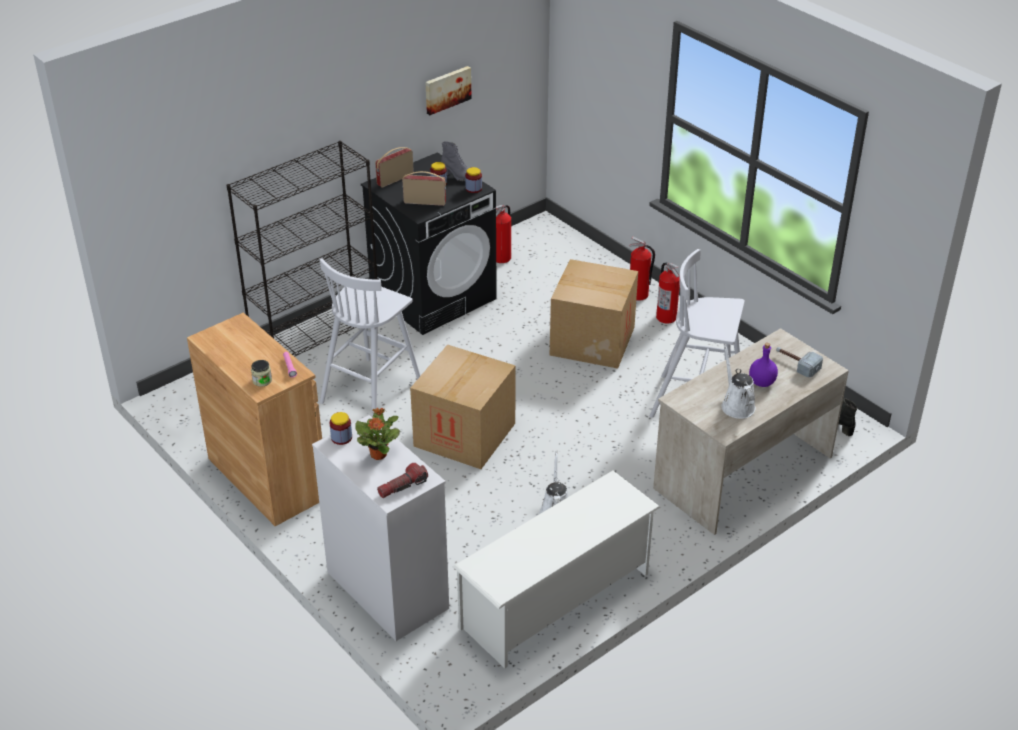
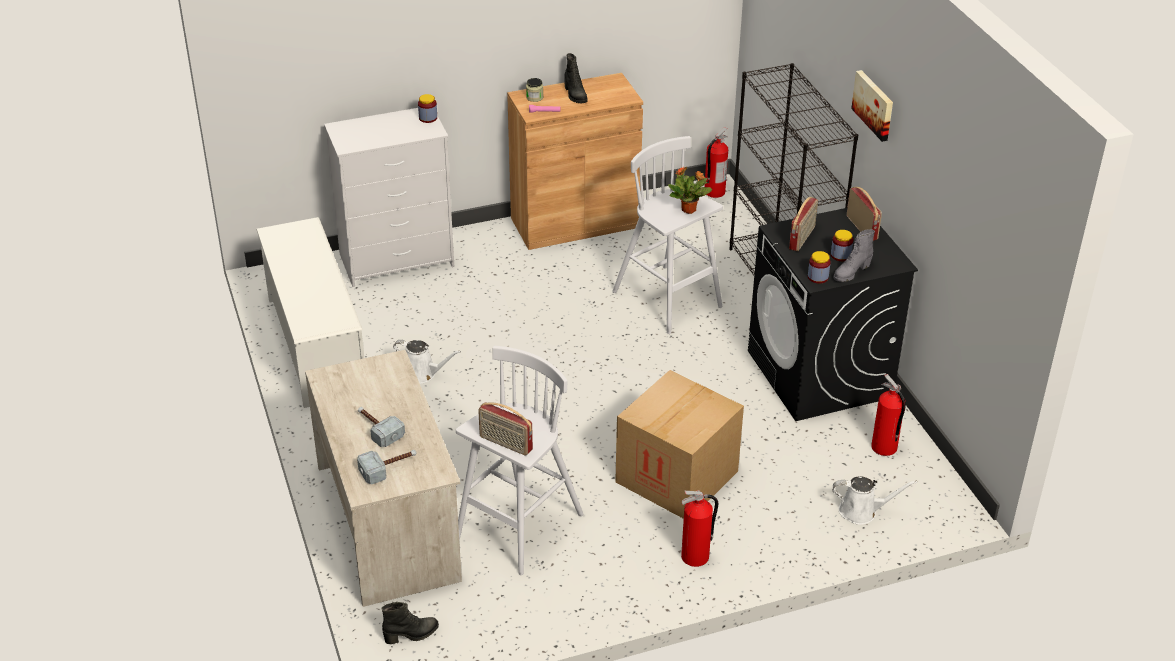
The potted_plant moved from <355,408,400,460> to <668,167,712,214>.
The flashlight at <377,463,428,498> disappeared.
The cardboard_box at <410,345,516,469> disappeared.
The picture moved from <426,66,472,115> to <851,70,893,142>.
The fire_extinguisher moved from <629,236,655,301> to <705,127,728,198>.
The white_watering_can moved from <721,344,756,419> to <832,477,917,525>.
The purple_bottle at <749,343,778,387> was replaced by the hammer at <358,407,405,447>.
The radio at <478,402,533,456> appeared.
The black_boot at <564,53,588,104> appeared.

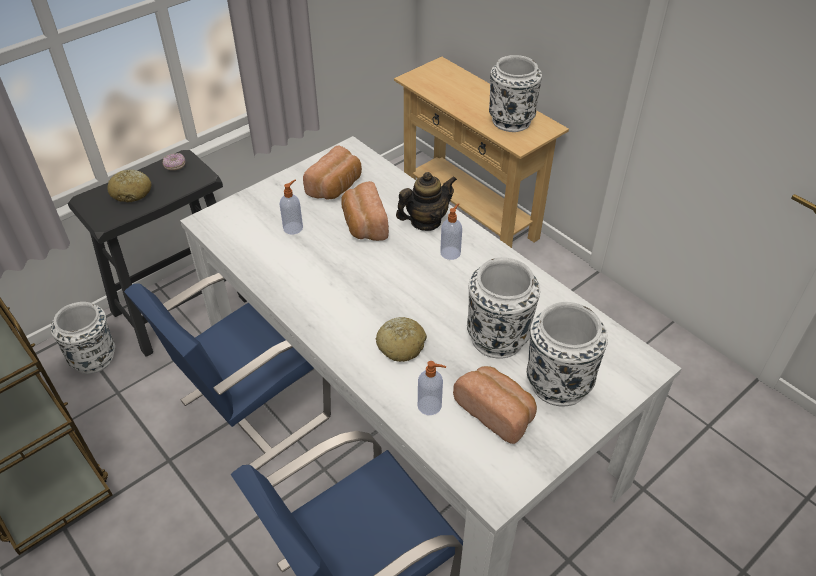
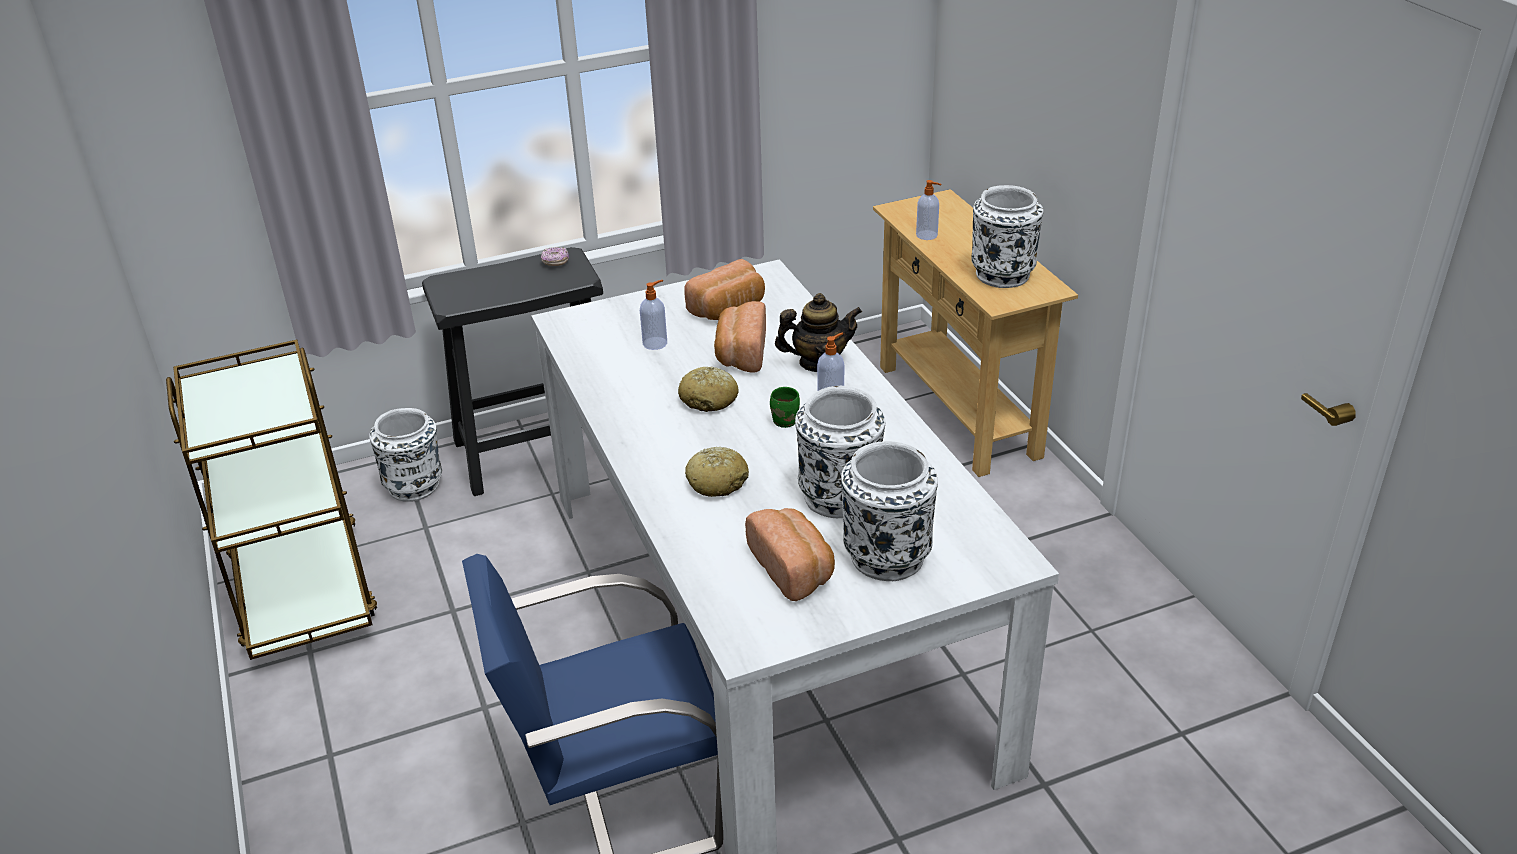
The bread moved from <107,170,152,202> to <678,367,739,412>.
The blue_chair at <124,273,331,470> disappeared.
The soap_dispenser moved from <418,361,446,415> to <916,180,941,240>.
The green_mug at <770,387,800,428> appeared.

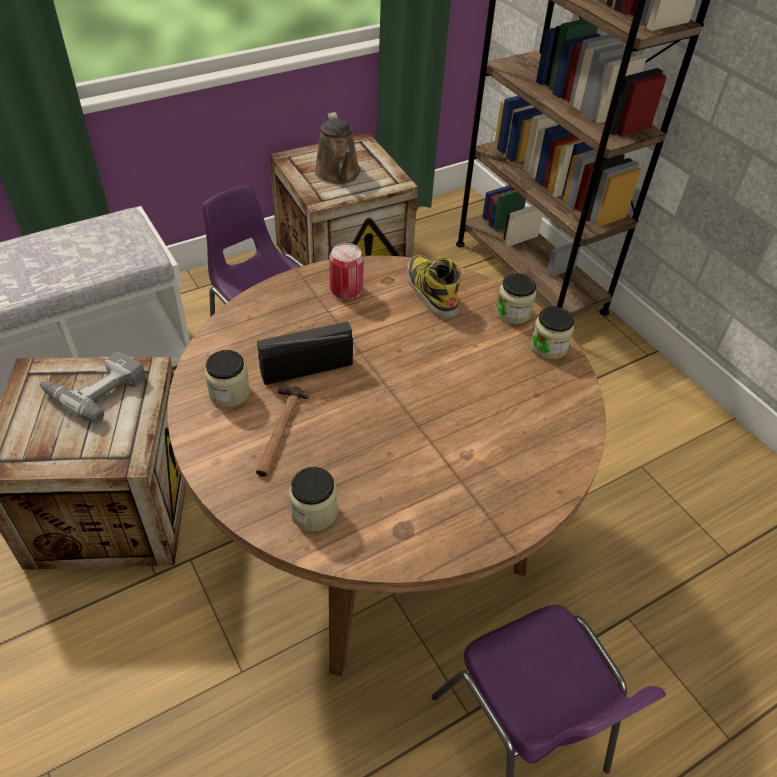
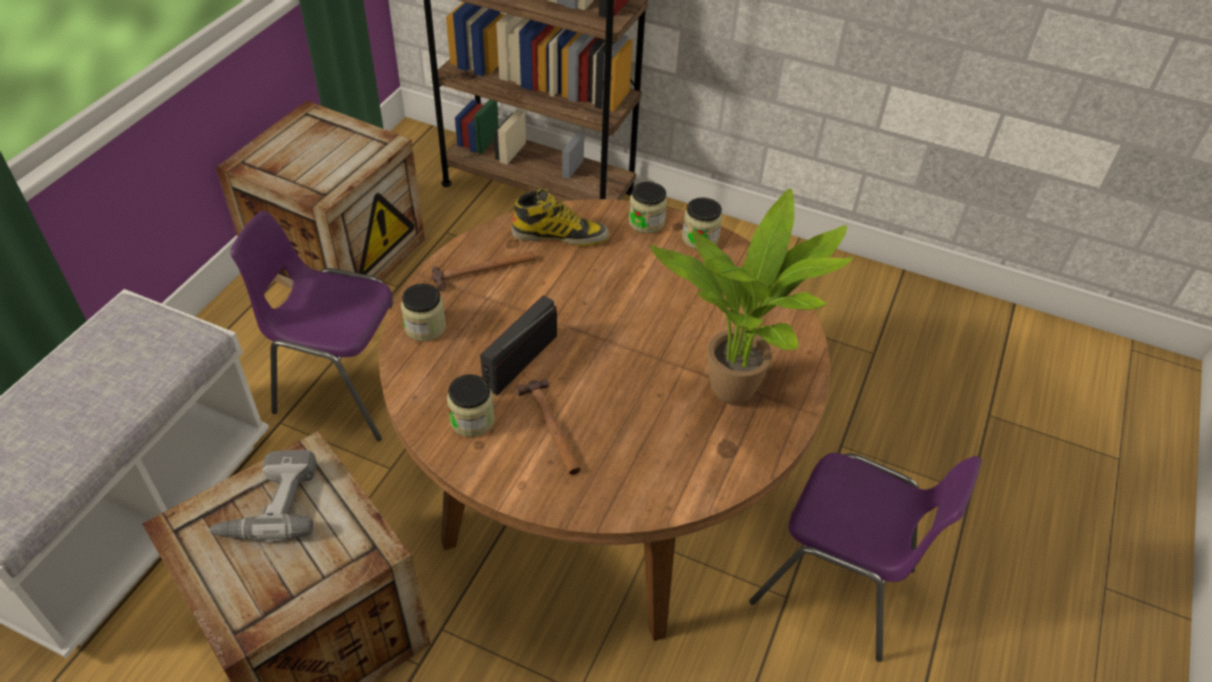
The jar moved from <289,467,337,532> to <401,283,446,341>.
The brown_watering_can at <314,112,361,184> disappeared.
The can at <329,243,364,301> was replaced by the hammer at <432,251,535,291>.
The boot at <407,255,462,318> turned 150 degrees clockwise.
The potted_plant at <650,189,853,405> appeared.

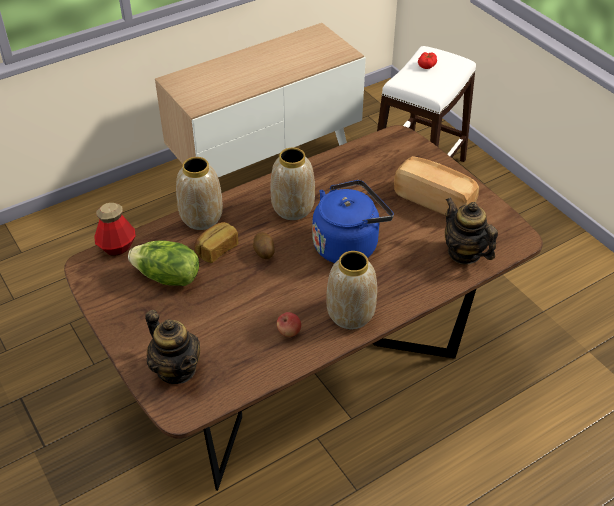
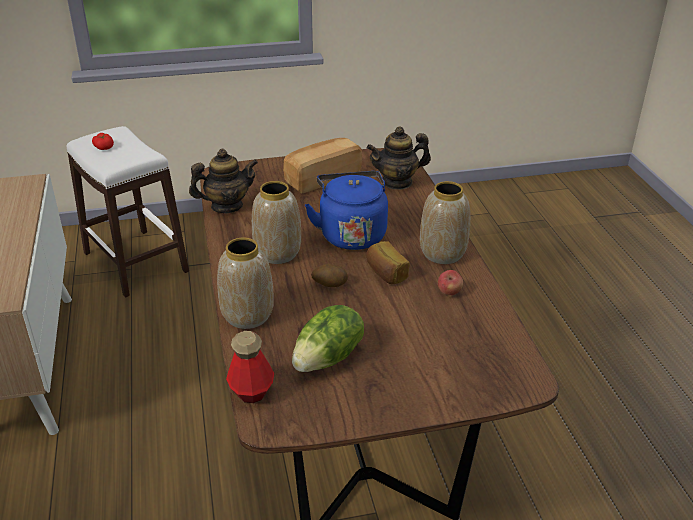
The teapot moved from <145,310,200,384> to <189,149,258,213>.
The bread moved from <194,222,238,263> to <366,241,409,284>.

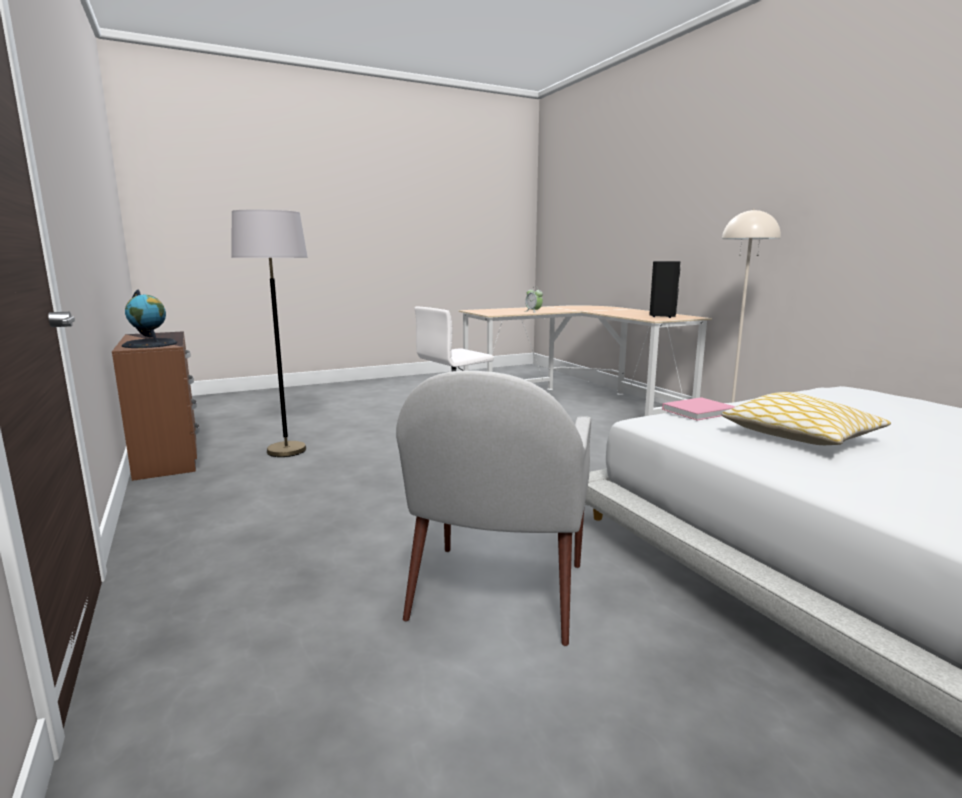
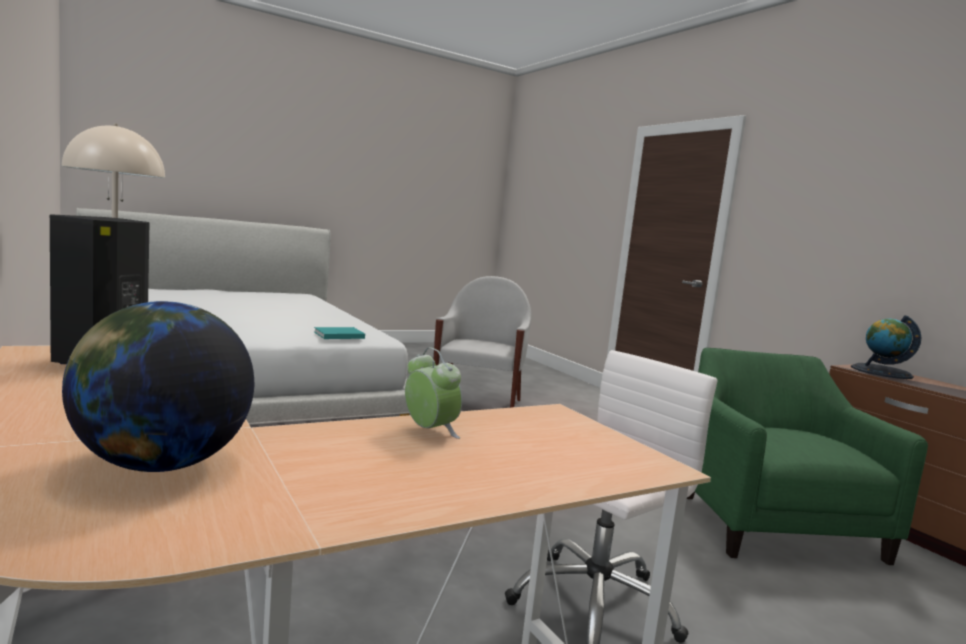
The grey_floor_lamp at <231,209,308,457> was replaced by the green_armchair at <687,348,928,565>.
The pink_book at <662,397,736,420> became the turquoise_book at <314,327,365,339>.
The pillow at <721,392,891,445> disappeared.
The globe at <62,301,254,472> appeared.

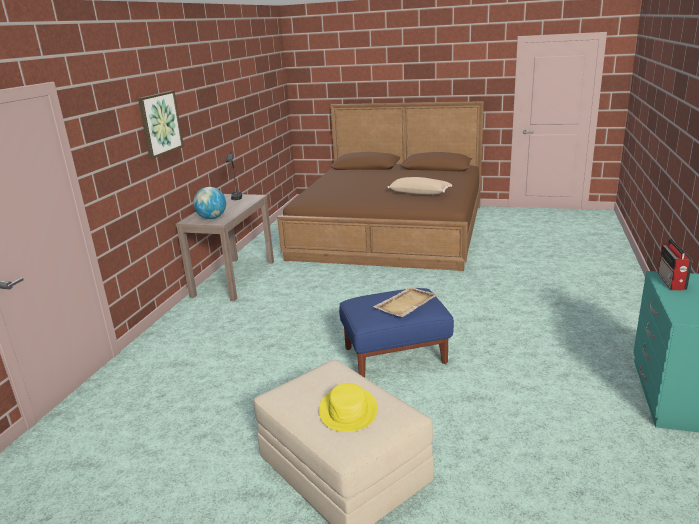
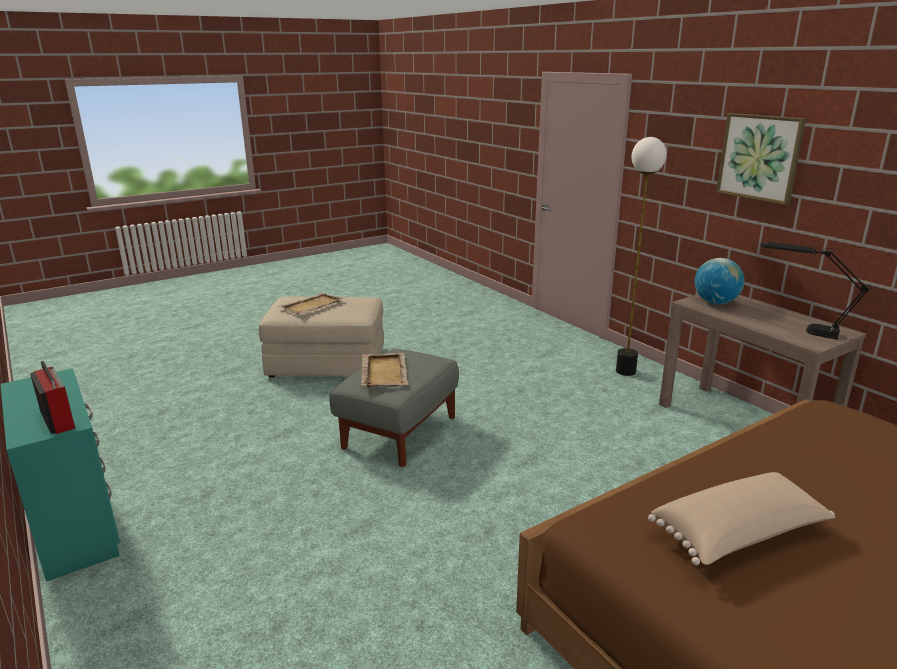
The yellow_hat at <319,383,378,432> was replaced by the beige_tray at <277,293,345,314>.
The blue_ottoman at <339,288,454,378> became the grey_ottoman at <329,349,459,467>.
The floor_lamp at <616,137,667,376> appeared.

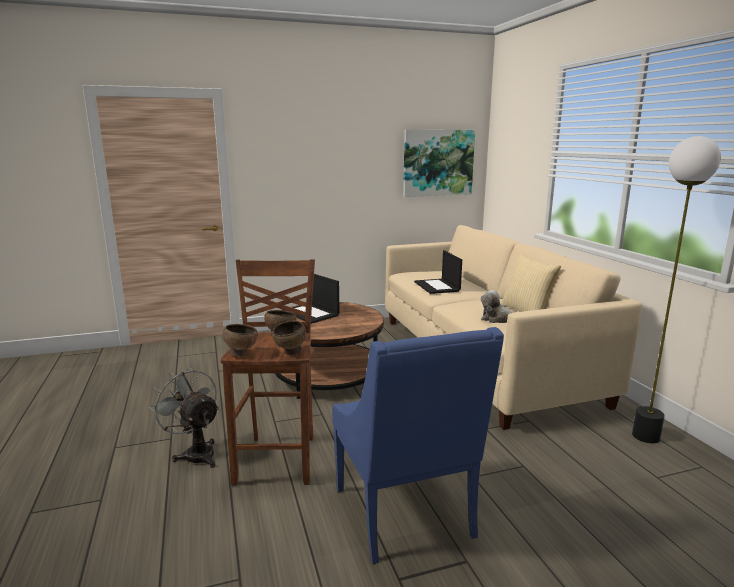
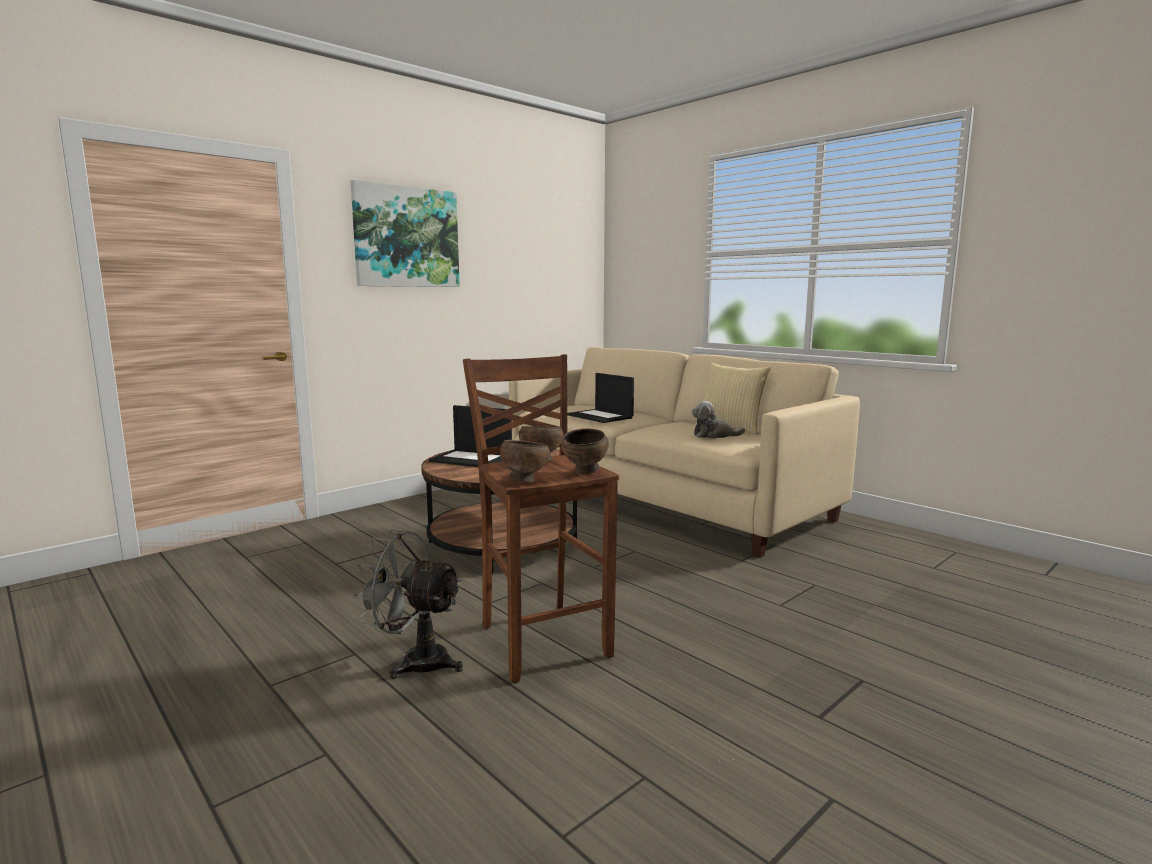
The blue_armchair at <332,327,504,564> disappeared.
The picture moved from <403,129,475,197> to <350,180,460,287>.
The floor_lamp at <632,136,721,443> disappeared.

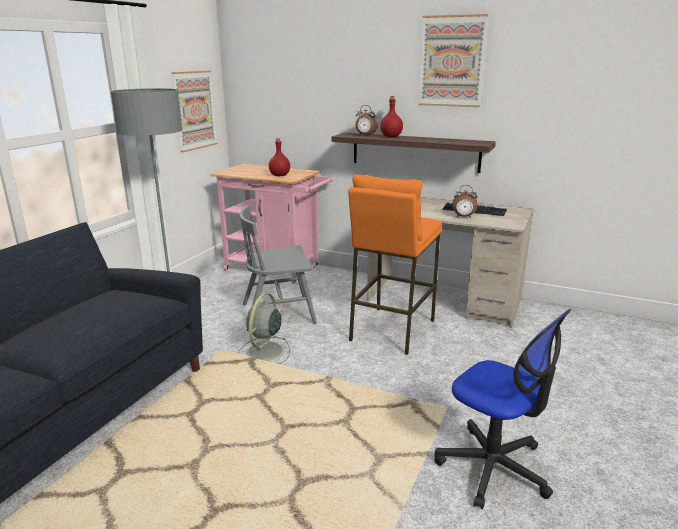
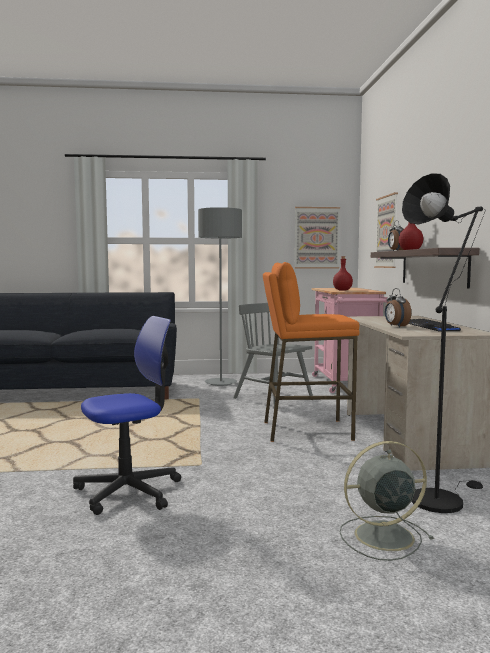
The grey_fan moved from <238,293,290,364> to <339,441,434,561>.
The picture moved from <419,14,488,107> to <374,192,398,268>.
The office_chair at <434,309,572,509> turned 135 degrees counterclockwise.
The black_floor_lamp at <402,173,485,513> appeared.

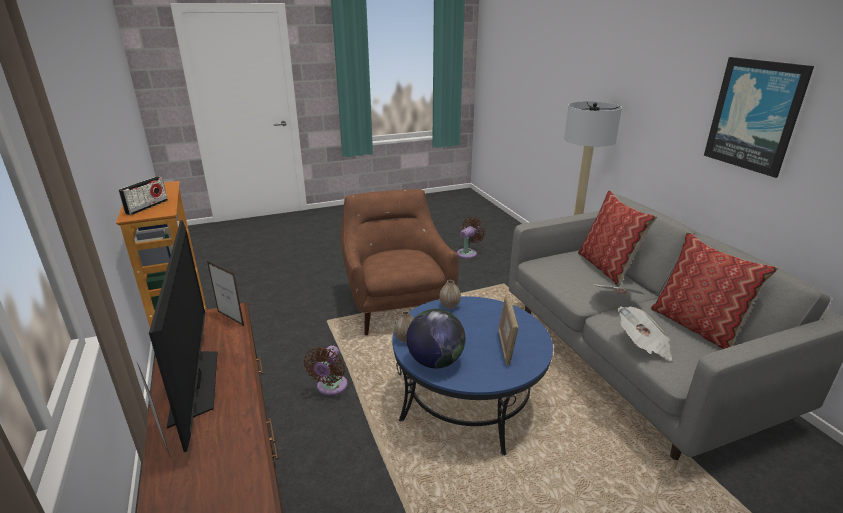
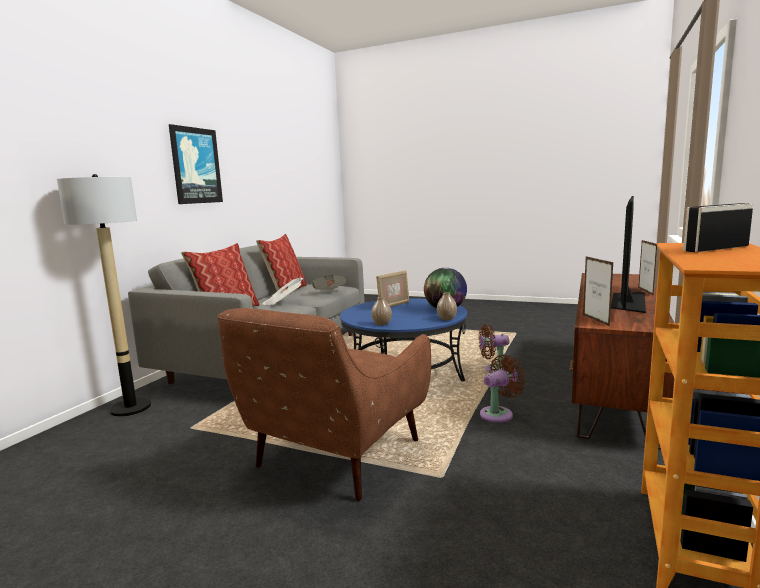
The brown_fan moved from <457,217,485,258> to <479,324,509,372>.

